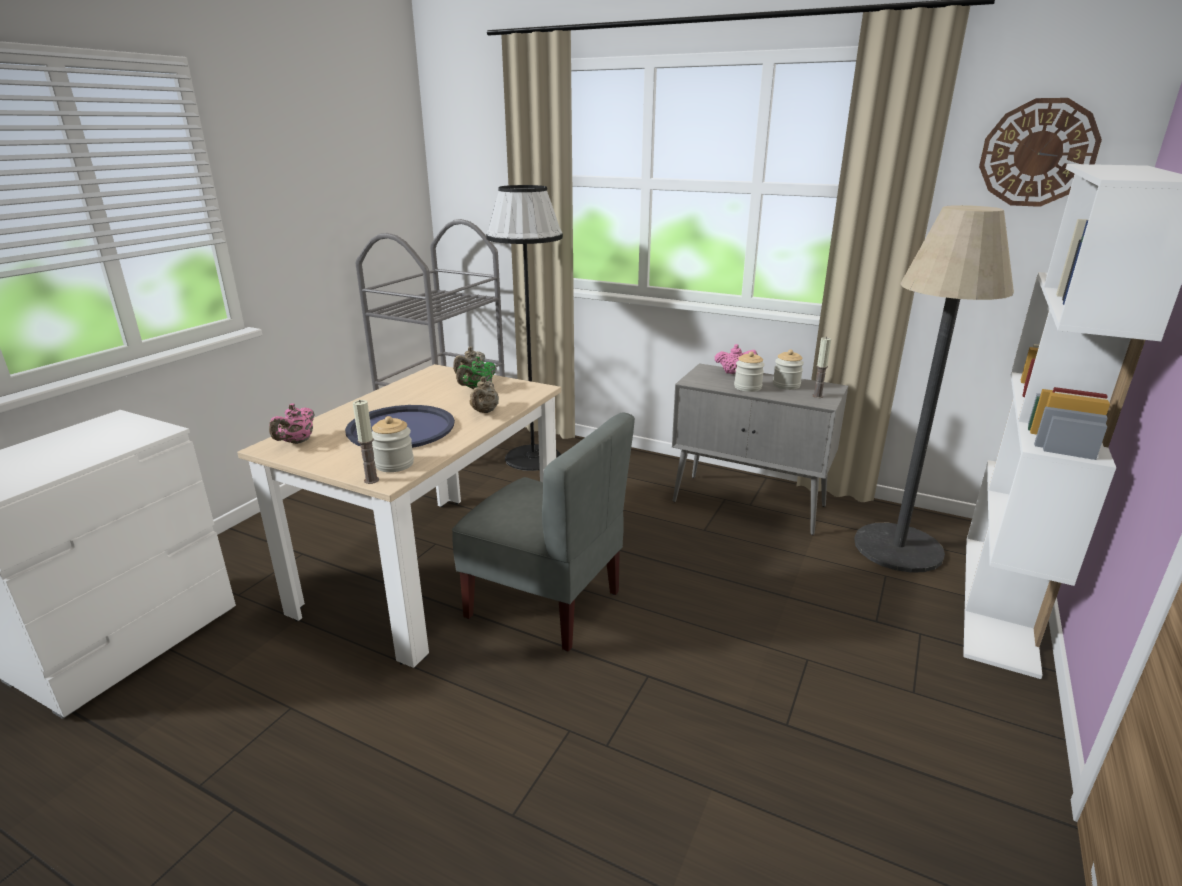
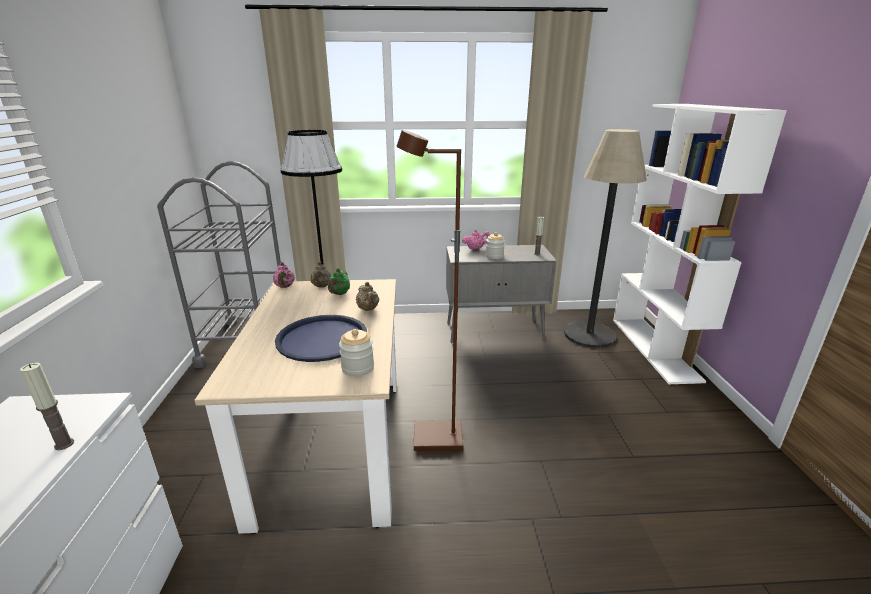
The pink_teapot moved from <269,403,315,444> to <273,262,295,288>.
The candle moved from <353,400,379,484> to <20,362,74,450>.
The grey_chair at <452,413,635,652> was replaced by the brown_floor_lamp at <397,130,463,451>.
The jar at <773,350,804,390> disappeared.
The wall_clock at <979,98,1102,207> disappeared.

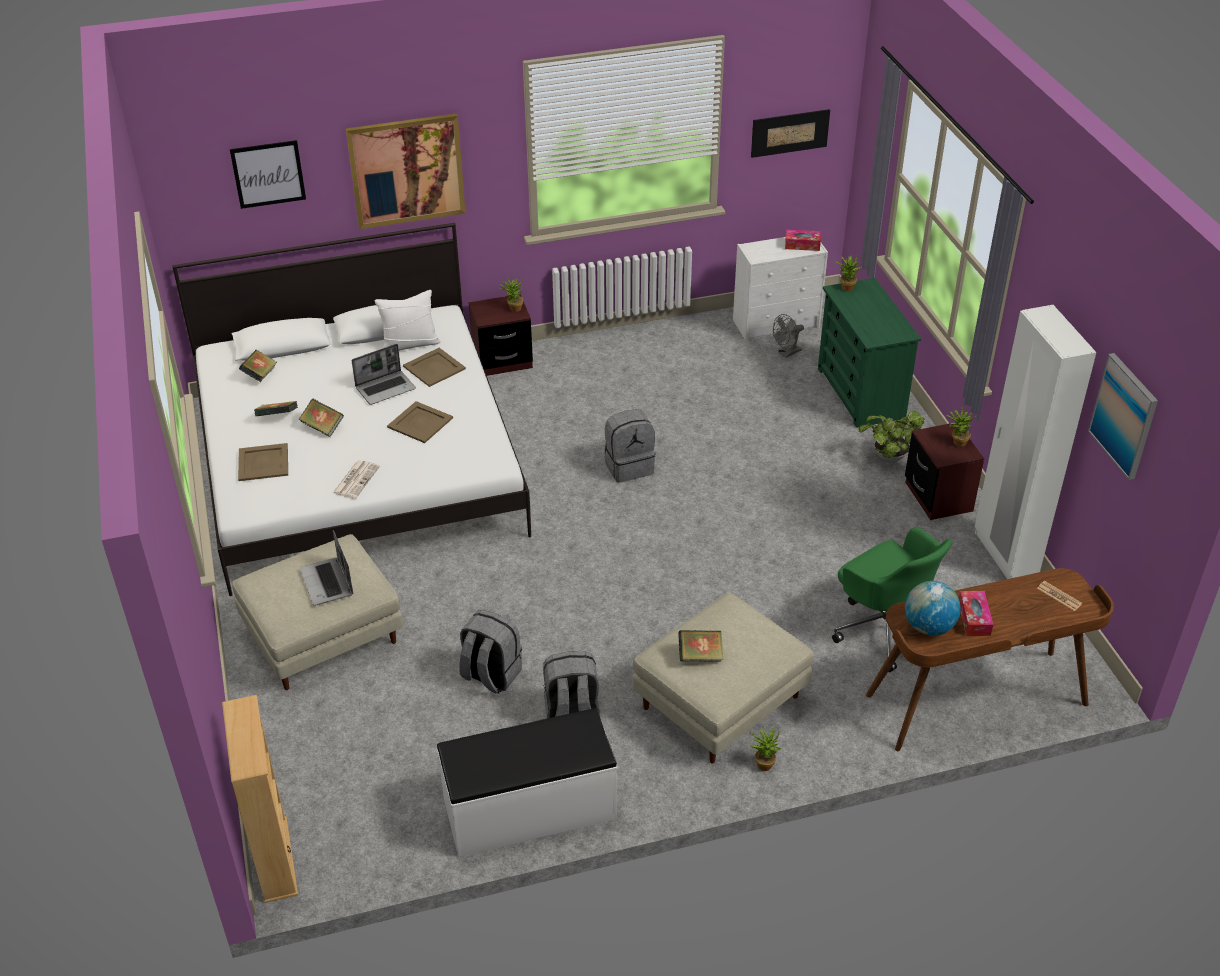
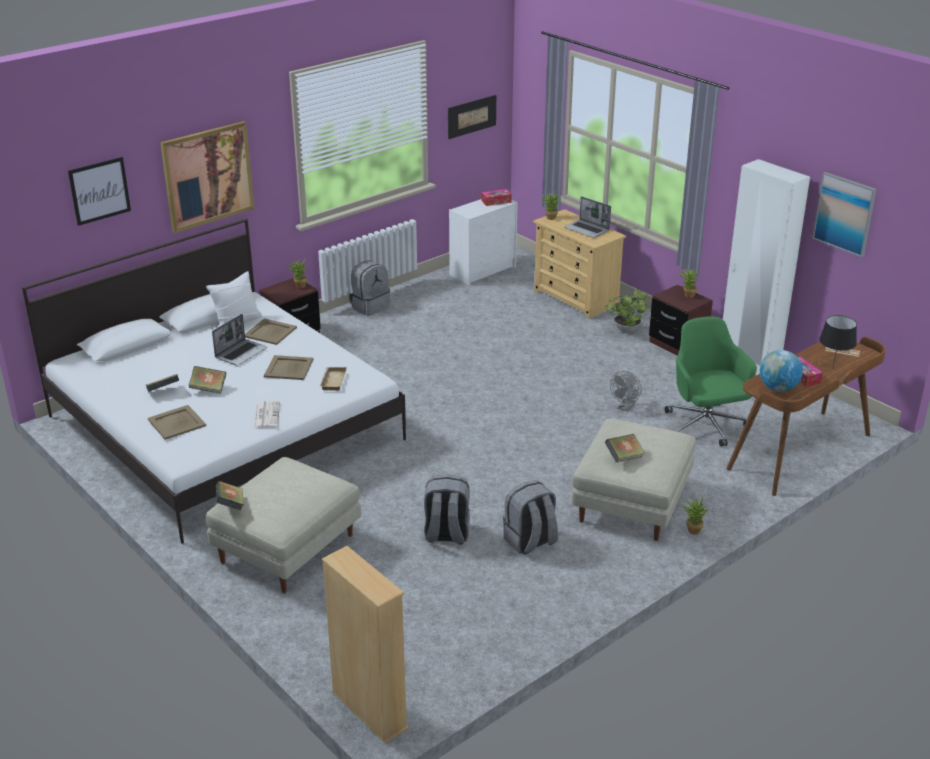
The book moved from <239,350,277,382> to <216,481,244,510>.
The laptop moved from <299,530,353,606> to <564,196,611,238>.
The white_bench at <437,708,617,857> disappeared.
The grey_backpack moved from <605,409,655,483> to <349,260,390,316>.
The grey_fan moved from <773,314,804,358> to <610,371,642,412>.
The green_dresser at <818,278,921,428> became the beige_dresser at <533,209,626,318>.
The green_office_chair at <832,527,952,672> turned 135 degrees counterclockwise.
The beige_tray at <320,367,347,391> appeared.
The black_table_lamp at <819,315,857,368> appeared.

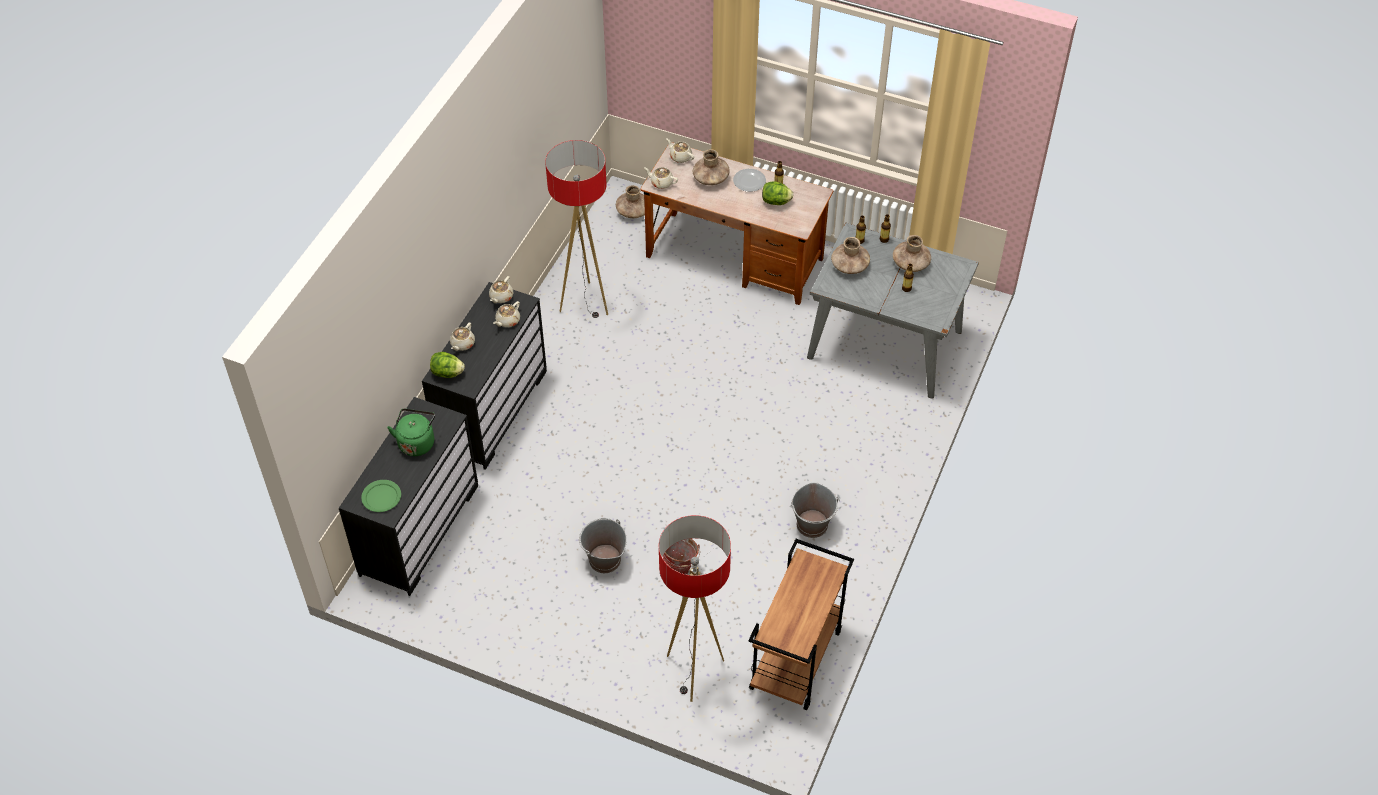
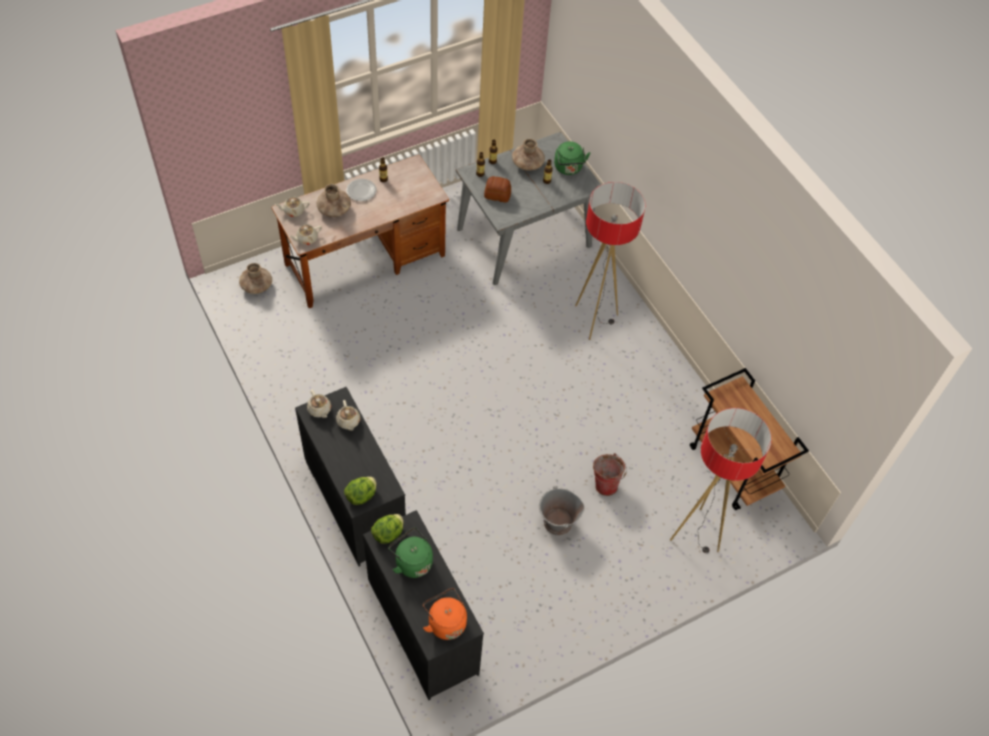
The green_plate at <361,480,401,512> was replaced by the orange_kettle at <423,588,467,640>.
The beige_teapot at <450,323,475,351> disappeared.
The floor_lamp moved from <545,140,608,318> to <575,182,645,340>.
The lettuce moved from <762,181,793,205> to <371,514,404,544>.
The grey_bucket at <790,482,840,538> disappeared.
The brown_vase at <831,237,870,274> was replaced by the bread at <484,176,511,202>.
The green_kettle at <554,141,590,175> appeared.

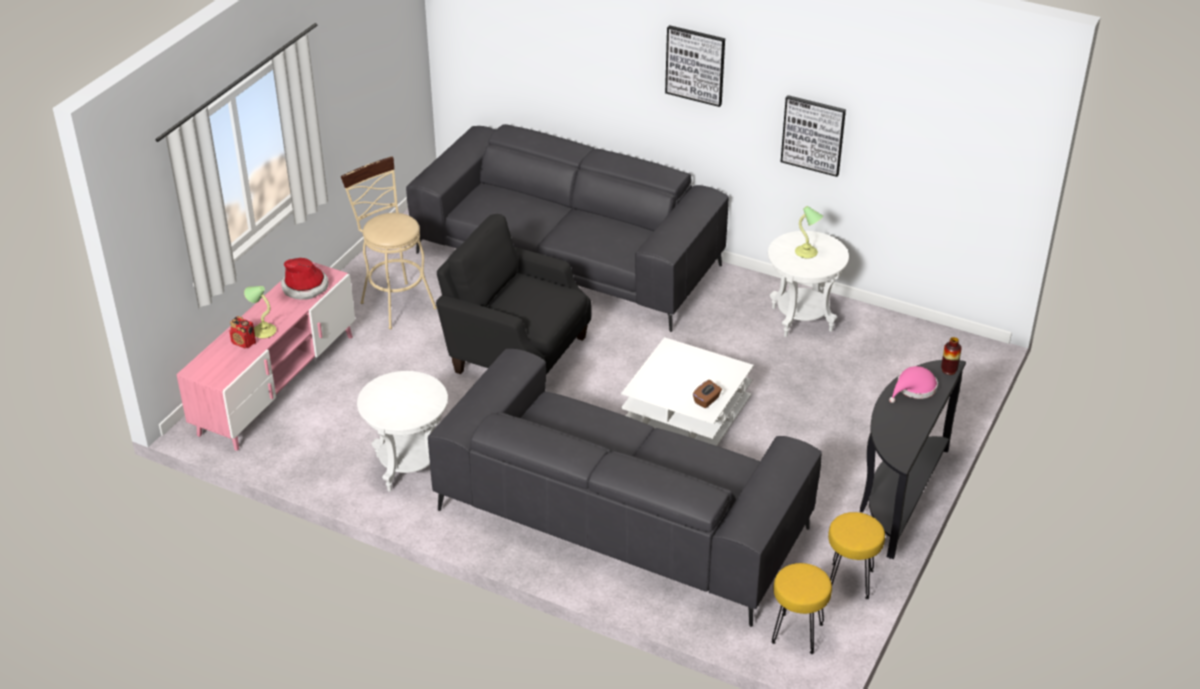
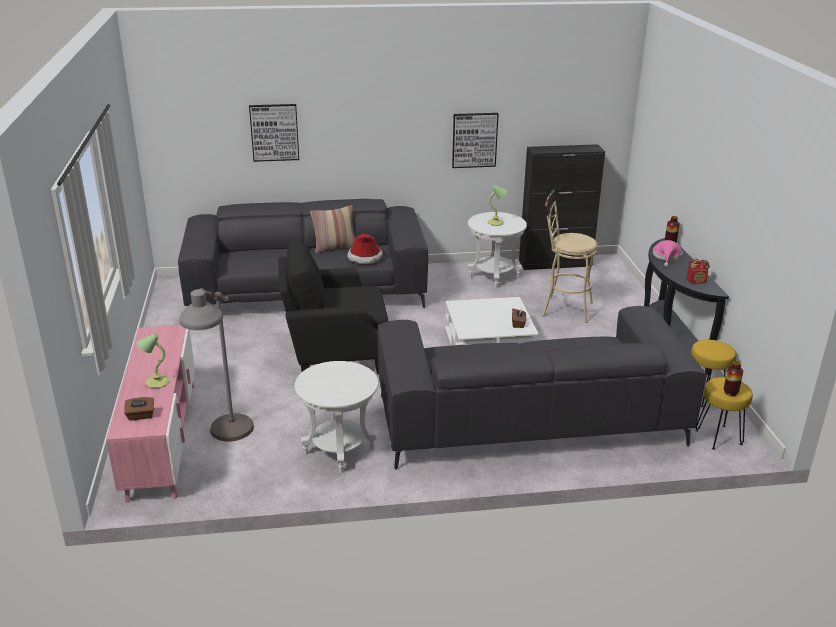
The radio moved from <229,316,256,348> to <686,259,710,284>.
The hat moved from <281,258,329,300> to <347,234,383,264>.
The beige_stool moved from <341,156,437,329> to <542,190,597,323>.
The picture moved from <665,25,725,107> to <249,104,299,162>.
The brown_tissue_box at <124,397,154,420> appeared.
The grey_floor_lamp at <179,288,254,442> appeared.
The pillow at <310,205,355,253> appeared.
The black_cabinet at <519,144,605,270> appeared.
The vase at <724,361,743,396> appeared.

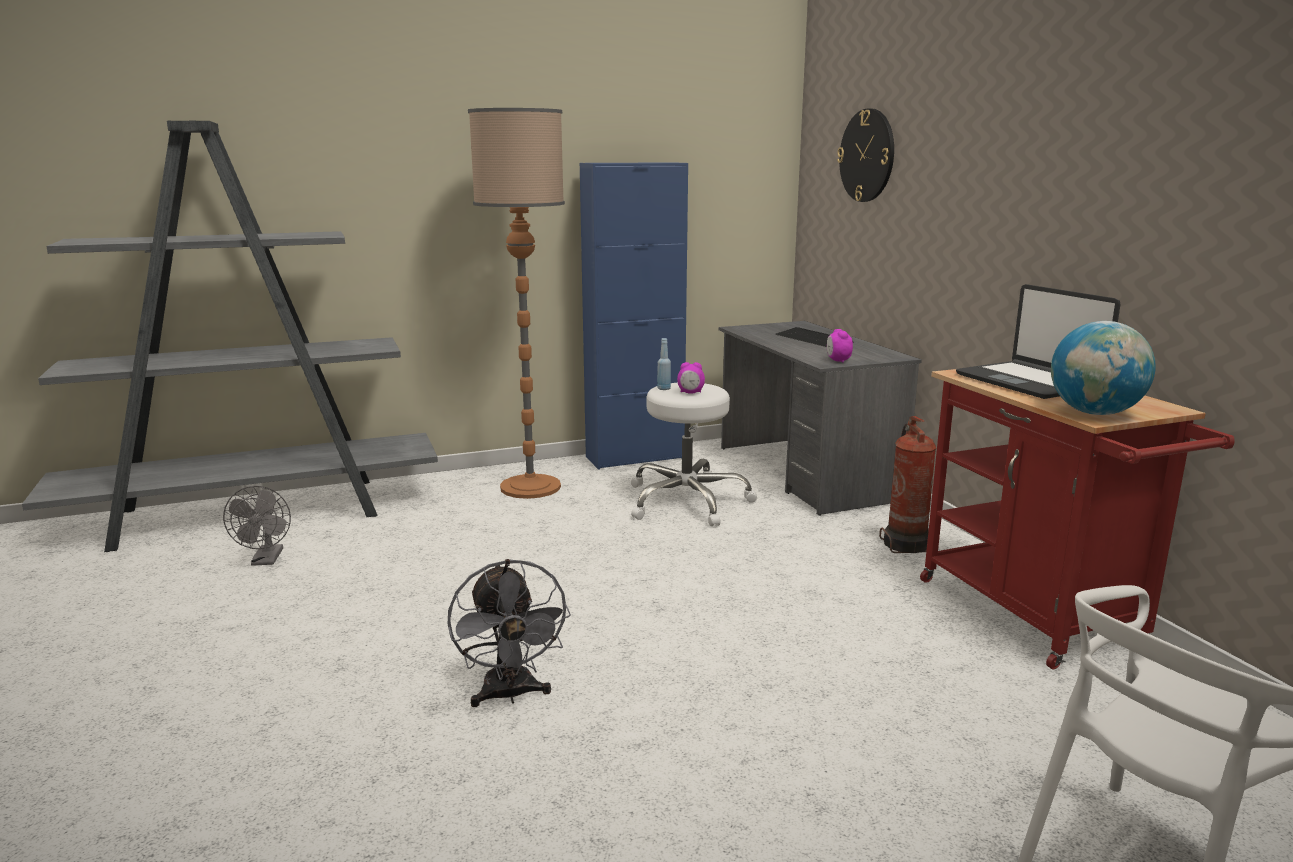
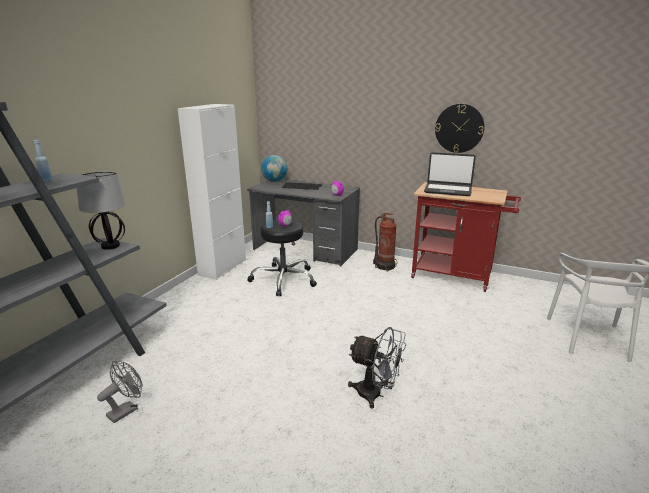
The grey_fan at <223,486,291,566> turned 90 degrees counterclockwise.
The floor_lamp at <468,108,565,499> disappeared.
The blue_cabinet at <580,162,688,470> became the white_cabinet at <178,104,246,280>.
The white_stool at <631,383,757,526> became the black_stool at <247,220,317,296>.
The wall_clock moved from <837,108,894,202> to <435,104,485,153>.
The globe moved from <1051,321,1156,415> to <261,155,287,182>.
The blue_bottle at <34,140,53,183> appeared.
The table_lamp at <77,171,125,250> appeared.

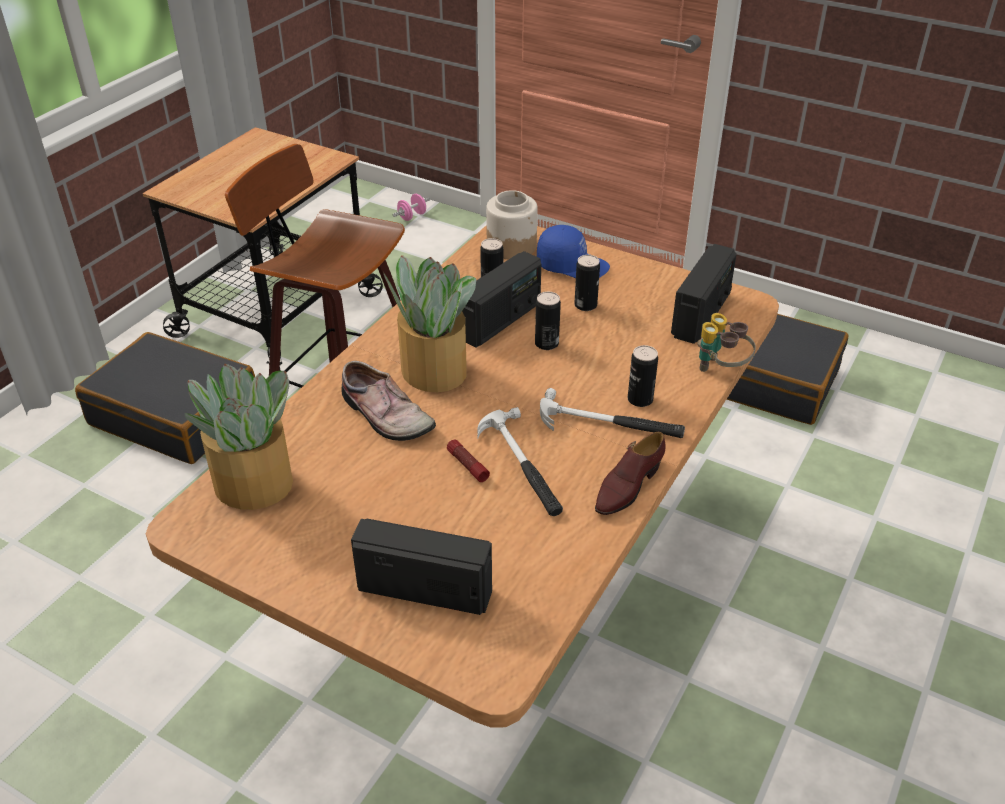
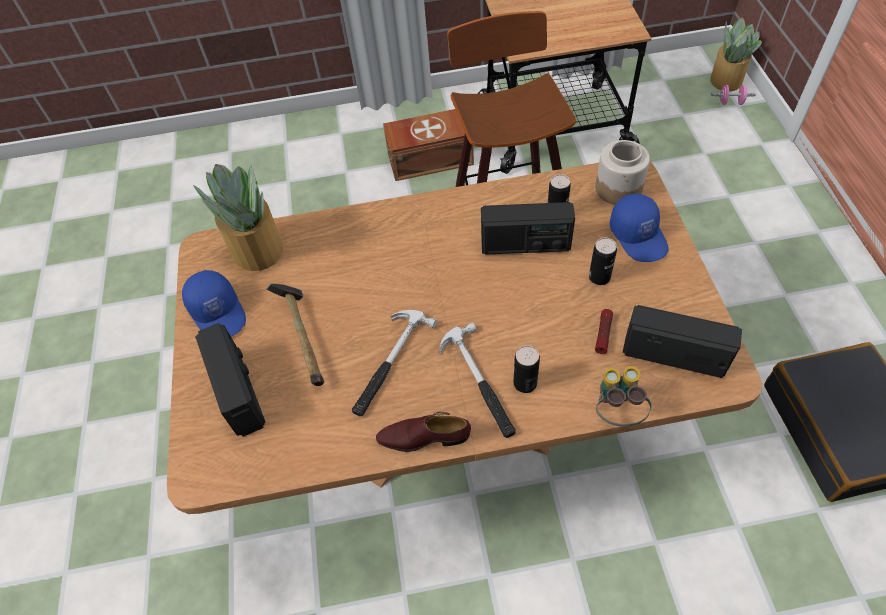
The black_suitcase at <75,332,255,464> was replaced by the brown_storage_box at <383,109,474,181>.
The shoe at <342,361,436,441> disappeared.
The potted_plant moved from <383,255,476,392> to <710,18,762,92>.
The flashlight moved from <447,440,490,482> to <595,309,613,354>.
The can at <535,292,561,350> disappeared.
The radio at <671,244,737,344> turned 150 degrees counterclockwise.
The blue_cap at <182,270,246,337> appeared.
The hammer at <266,284,324,386> appeared.

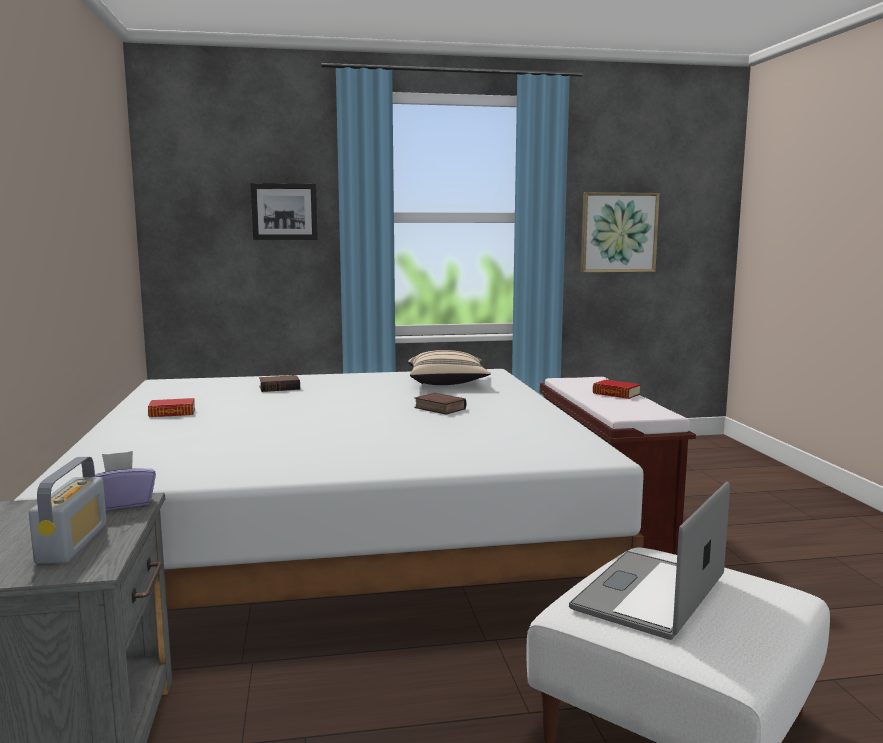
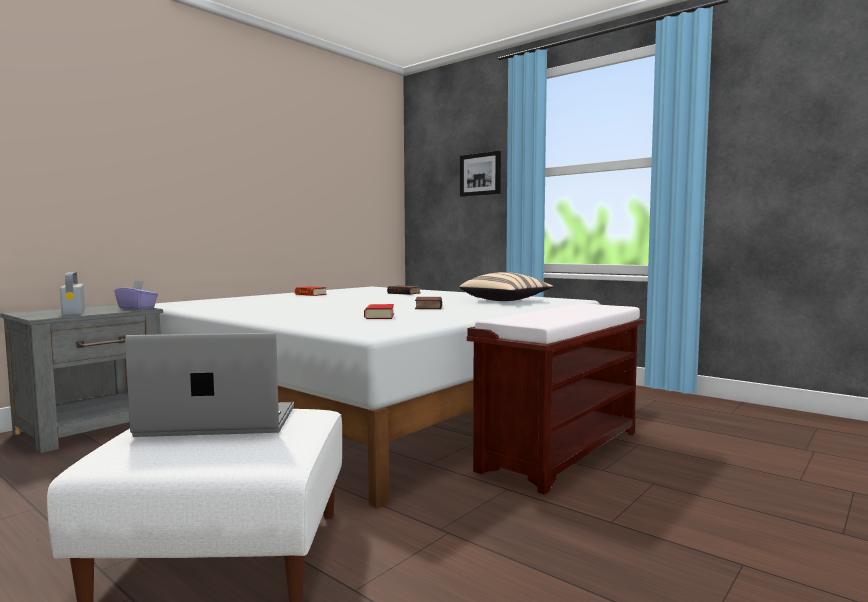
The radio at <29,457,107,564> turned 105 degrees clockwise.
The picture at <581,192,660,273> disappeared.
The book moved from <593,380,640,399> to <364,304,394,319>.

